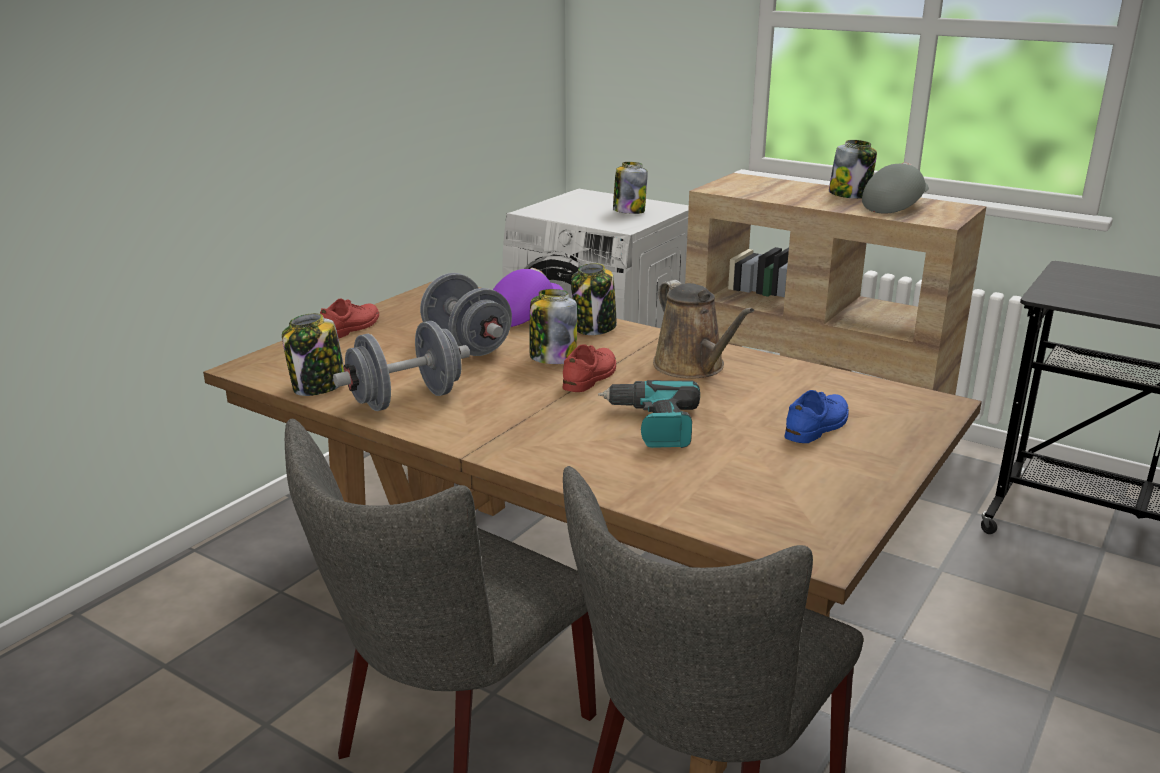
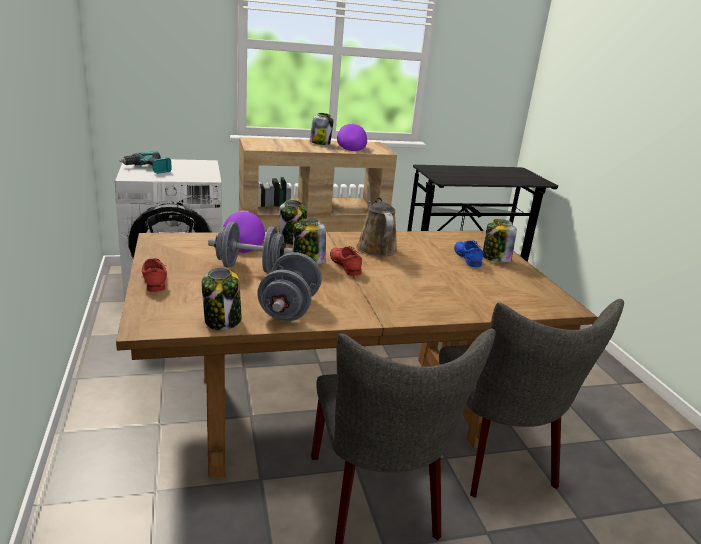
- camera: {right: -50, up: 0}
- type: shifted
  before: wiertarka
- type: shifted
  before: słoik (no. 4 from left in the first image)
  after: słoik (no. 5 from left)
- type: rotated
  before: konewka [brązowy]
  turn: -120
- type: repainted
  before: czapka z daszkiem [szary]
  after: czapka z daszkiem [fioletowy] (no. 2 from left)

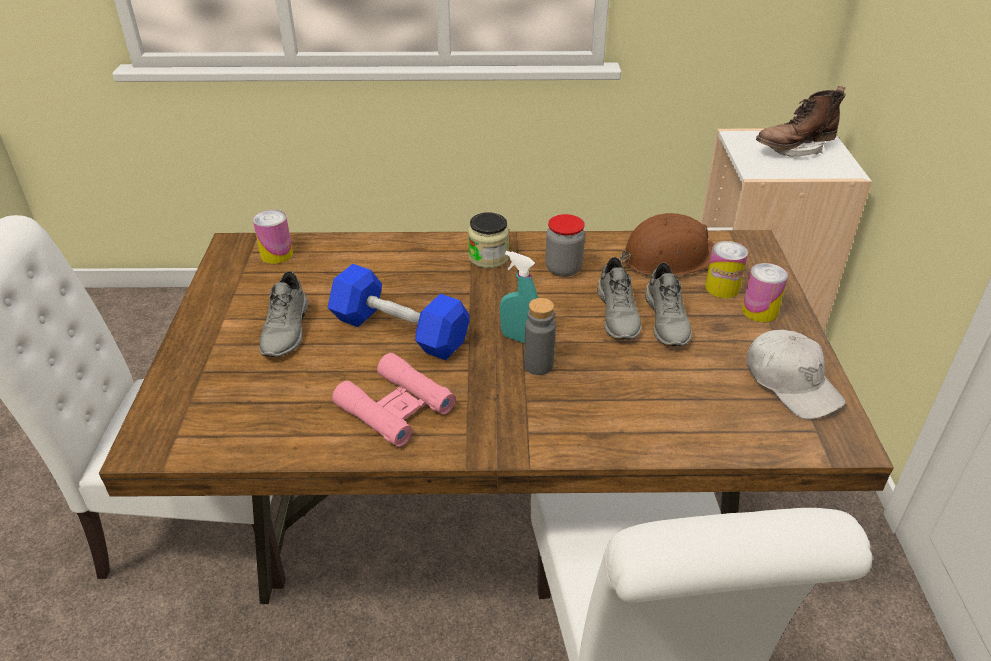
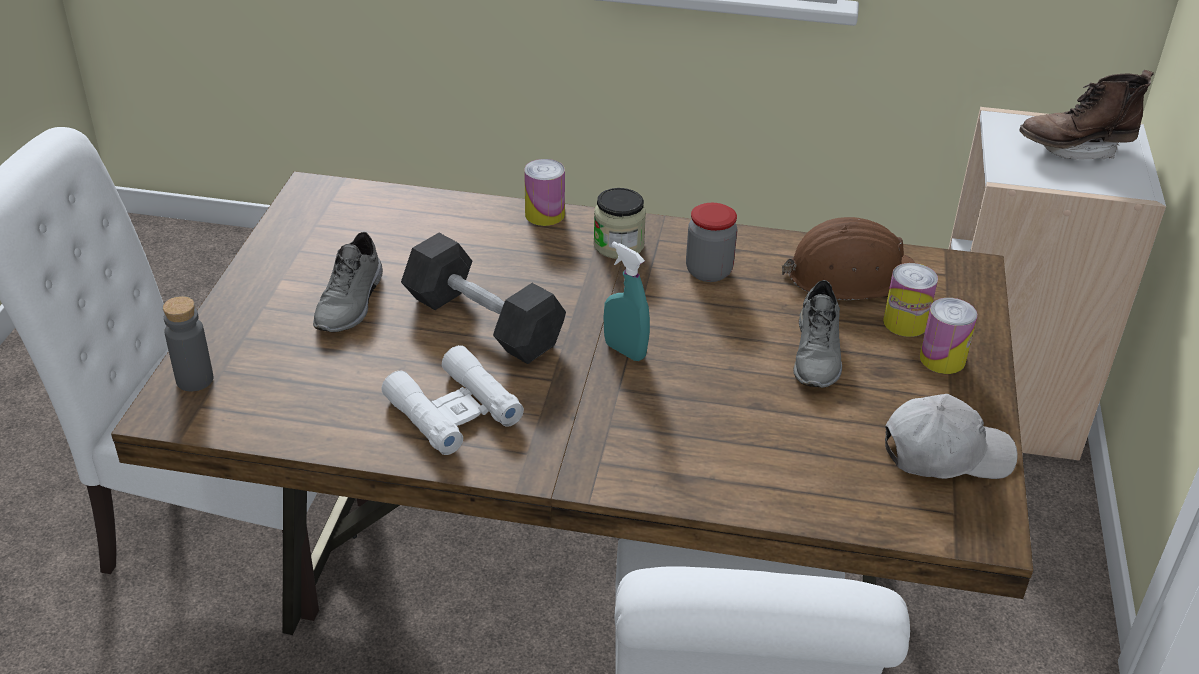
- camera: {right: 10, up: 0}
- type: shifted
  before: puszka (no. 1 from left)
- type: repainted
  before: hantel [niebieski]
  after: hantel [czarny]
- type: repainted
  before: lornetka [różowy]
  after: lornetka [biały]
- type: shifted
  before: butelka [szary]
- type: gone
  before: but [szary] (no. 2 from left)
- type: rotated
  before: czapka z daszkiem [biały]
  turn: -75

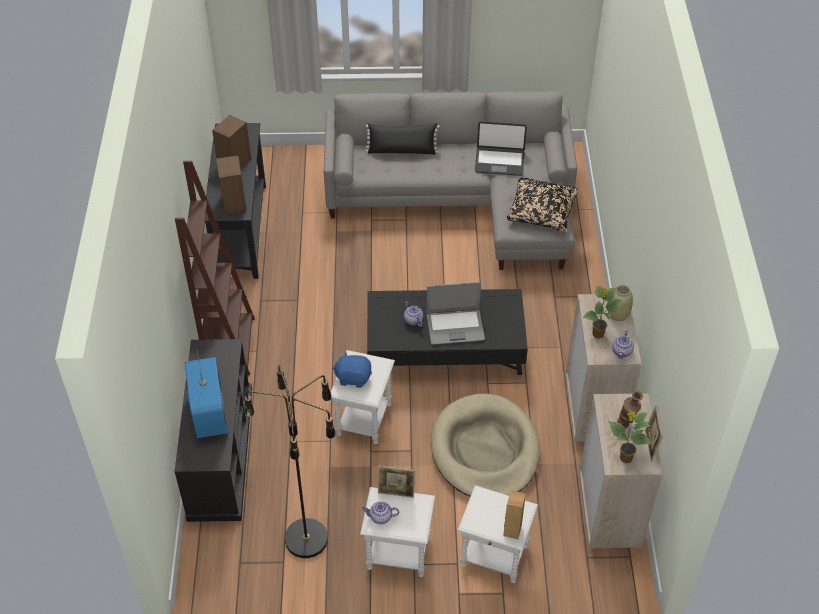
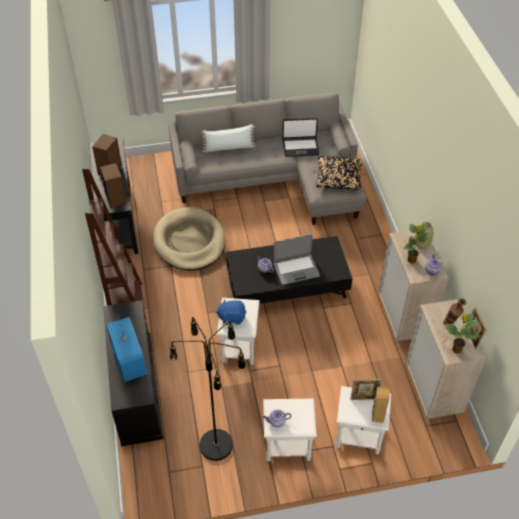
- camera: {right: -10, up: 0}
- type: repainted
  before: poduszka [czarny] (no. 1 from left)
  after: poduszka [biały]
- type: shifted
  before: ramka na zdjęcie (no. 1 from left)
- type: shifted
  before: legowisko [beżowy]

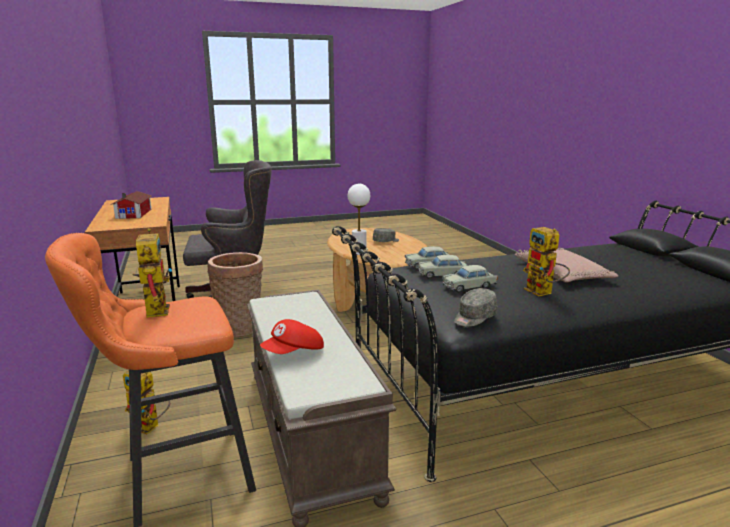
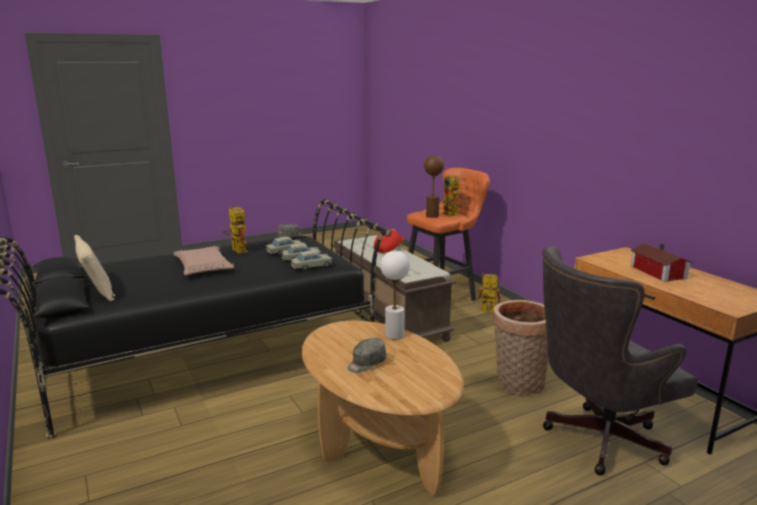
- camera: {right: 170, up: 0}
- type: new
  after: poduszka [beżowy] (no. 1 from left)
- type: new
  after: lampa stołowa [brązowy]

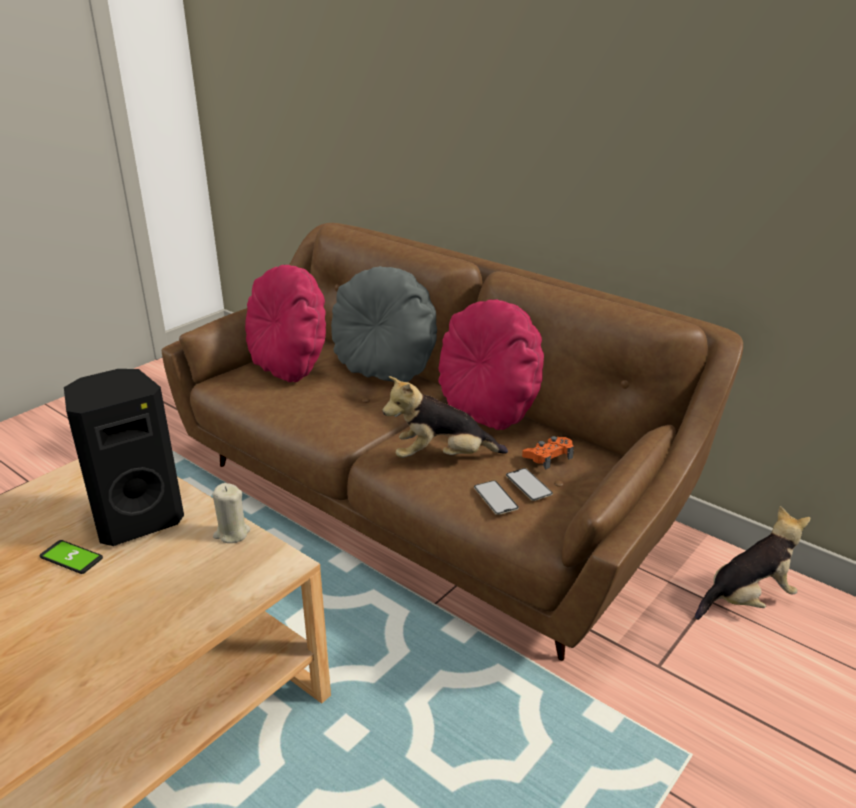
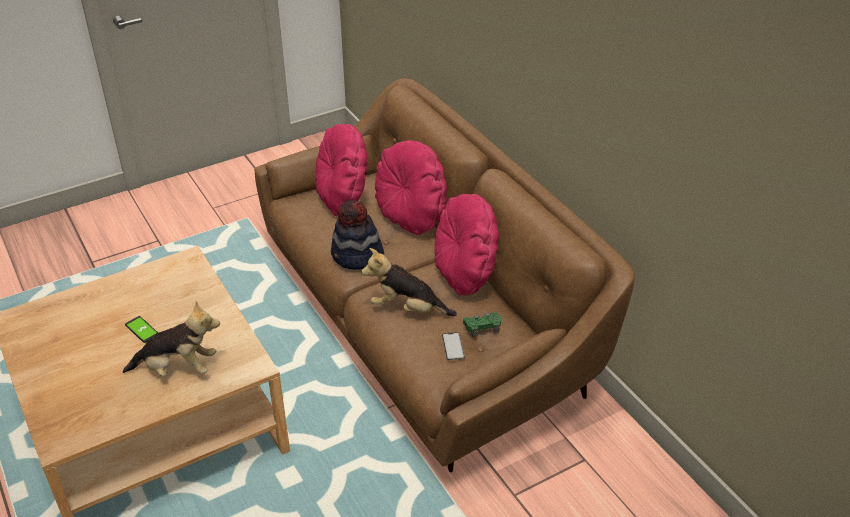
- camera: {right: 20, up: 10}
- type: gone
  before: głośnik [czarny]
- type: gone
  before: świeca [beżowy]
- type: repainted
  before: poduszka [szary]
  after: poduszka [różowy] (no. 2 from left)
- type: gone
  before: telefon (no. 2 from left)
- type: repainted
  before: pad do gier [pomarańczowy]
  after: pad do gier [zielony]
- type: shifted
  before: pluszak (no. 2 from left in the first image)
  after: pluszak (no. 1 from left)
- type: new
  after: kapelusz

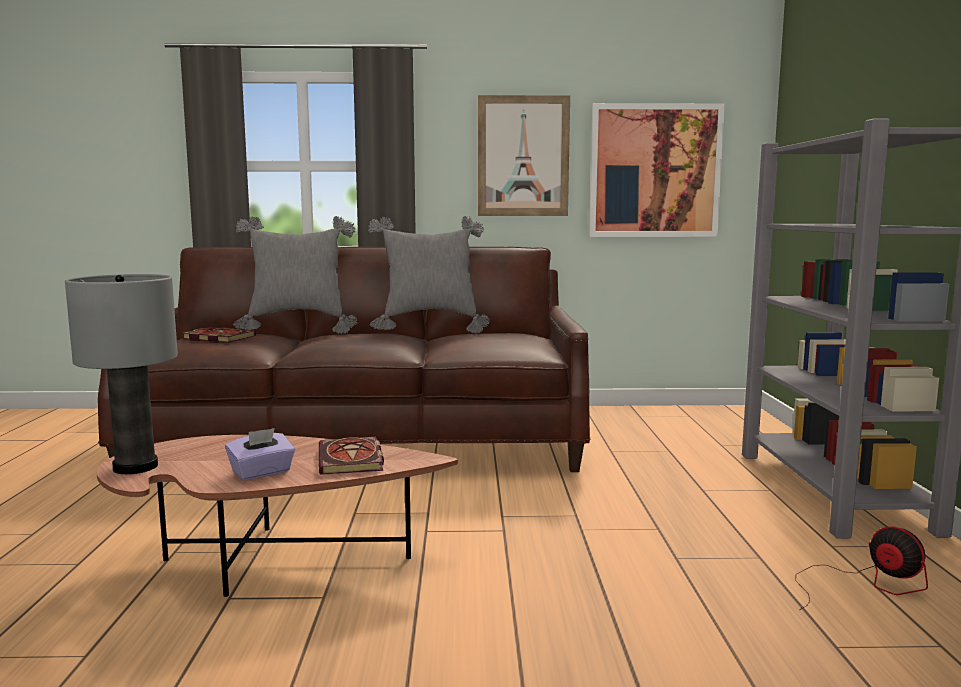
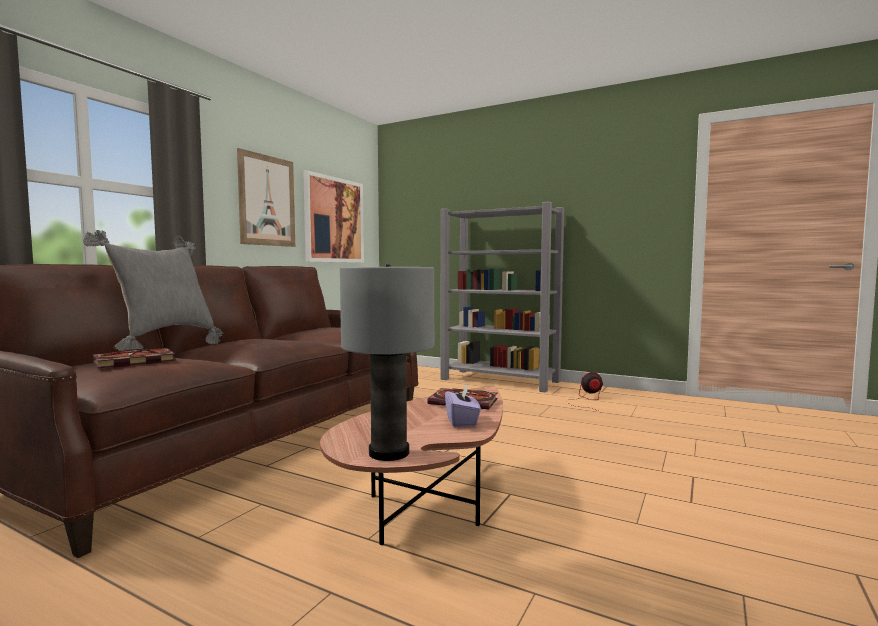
- camera: {right: -60, up: -5}
- type: gone
  before: poduszka [szary] (no. 2 from left)

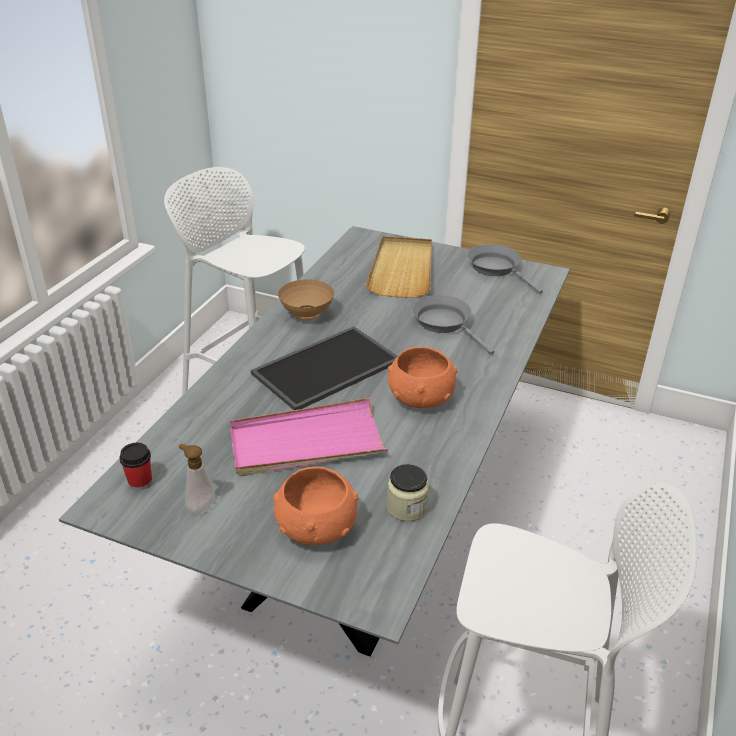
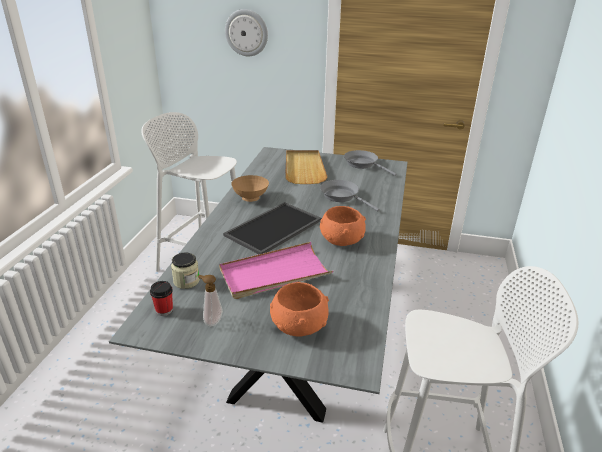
- camera: {right: -10, up: -5}
- type: shifted
  before: słoik
- type: new
  after: zegar ścienny

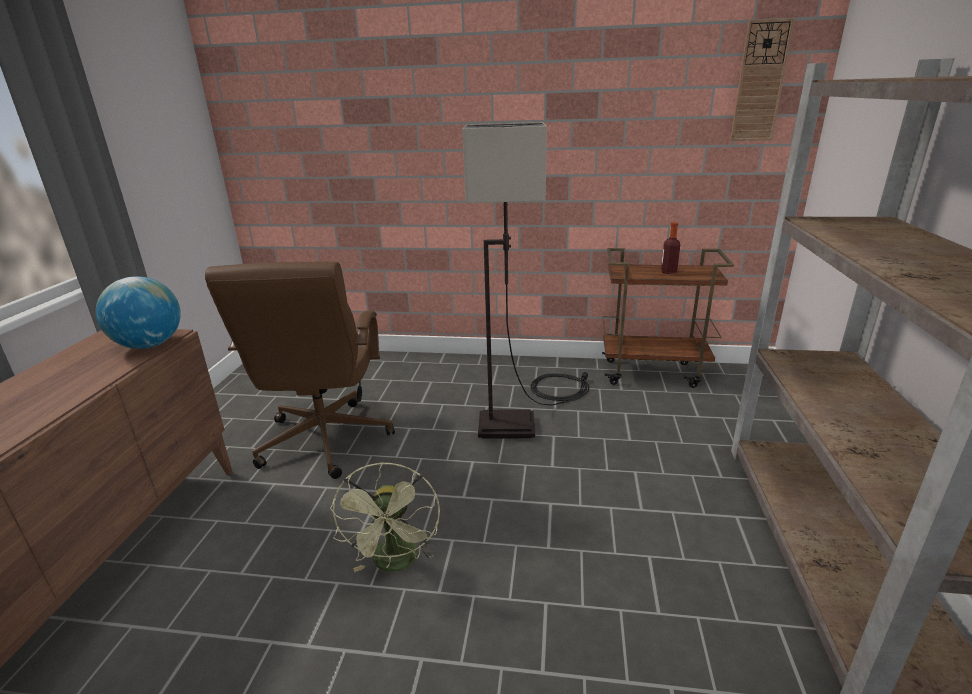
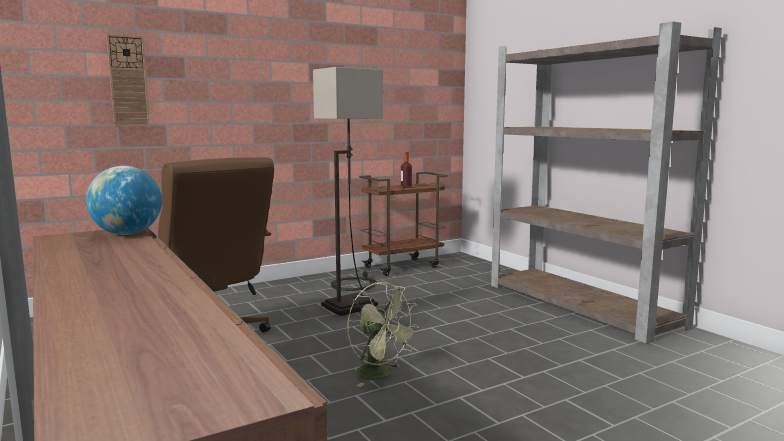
- camera: {right: -40, up: -15}
- type: shifted
  before: zegar ścienny

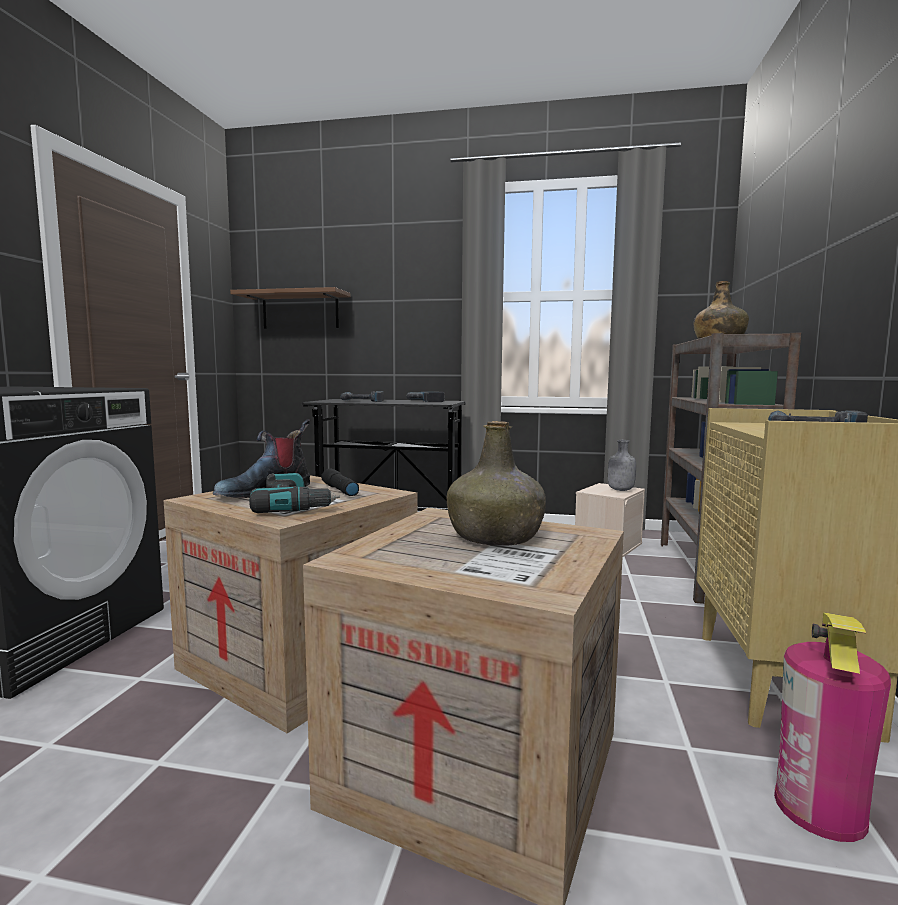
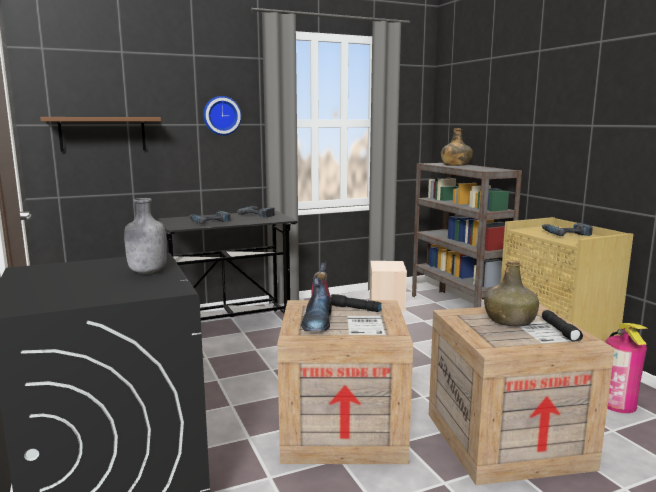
- camera: {right: -35, up: 5}
- type: gone
  before: wiertarka (no. 1 from left)
- type: shifted
  before: butelka [szary]
- type: new
  after: zegar ścienny
- type: new
  after: latarka [czarny] (no. 2 from left)

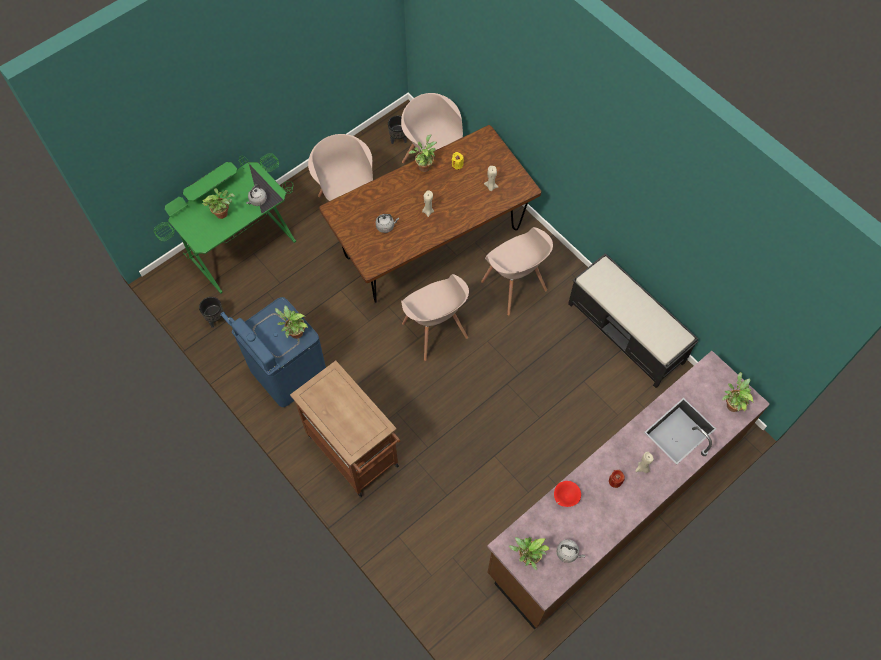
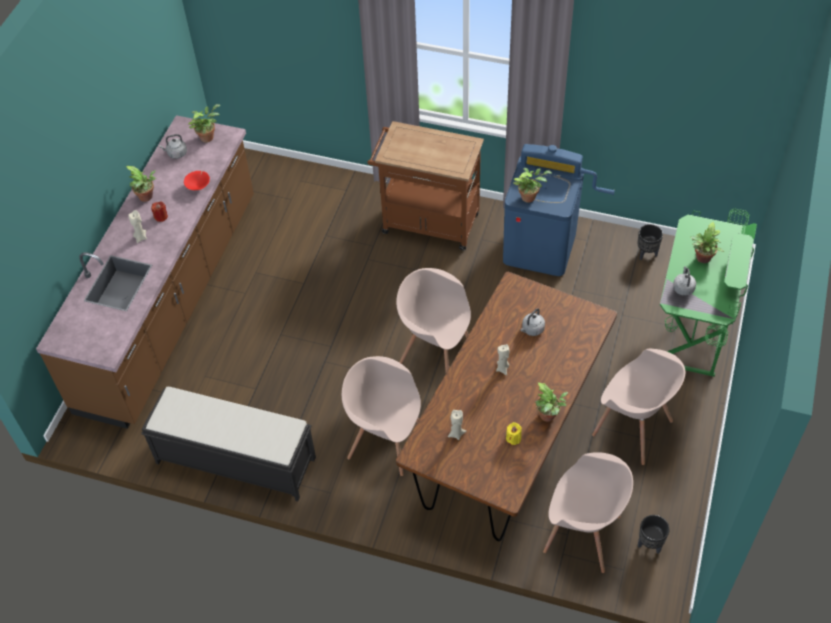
- camera: {right: 150, up: -10}
- type: shifted
  before: roślina doniczkowa (no. 5 from left in the first image)
  after: roślina doniczkowa (no. 1 from left)

